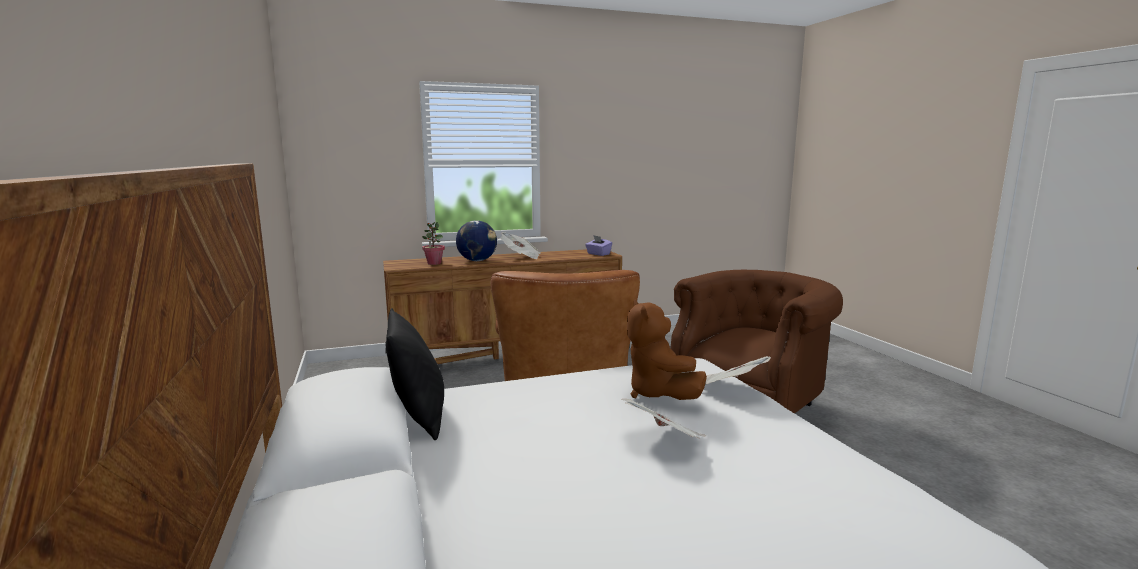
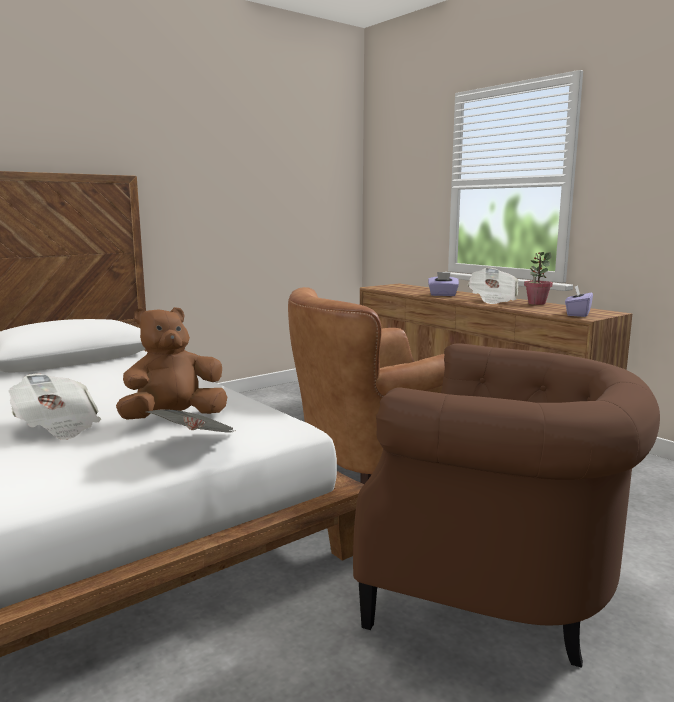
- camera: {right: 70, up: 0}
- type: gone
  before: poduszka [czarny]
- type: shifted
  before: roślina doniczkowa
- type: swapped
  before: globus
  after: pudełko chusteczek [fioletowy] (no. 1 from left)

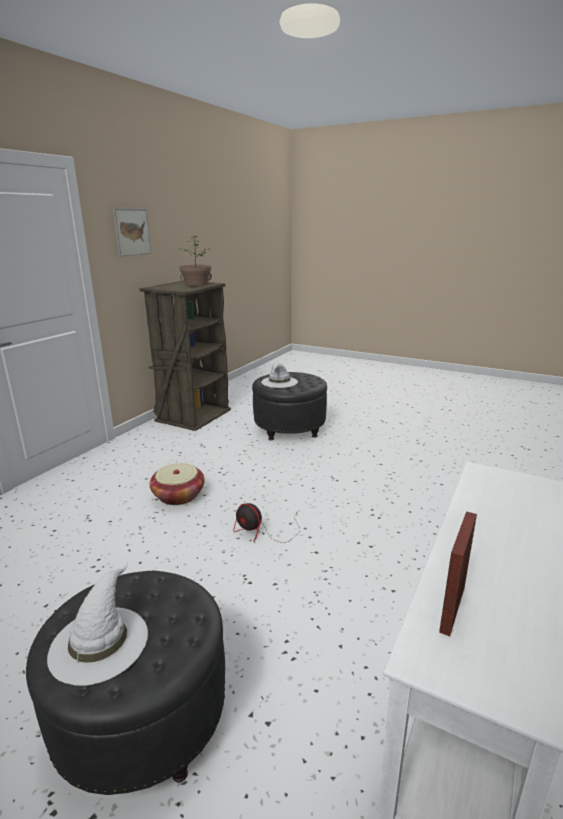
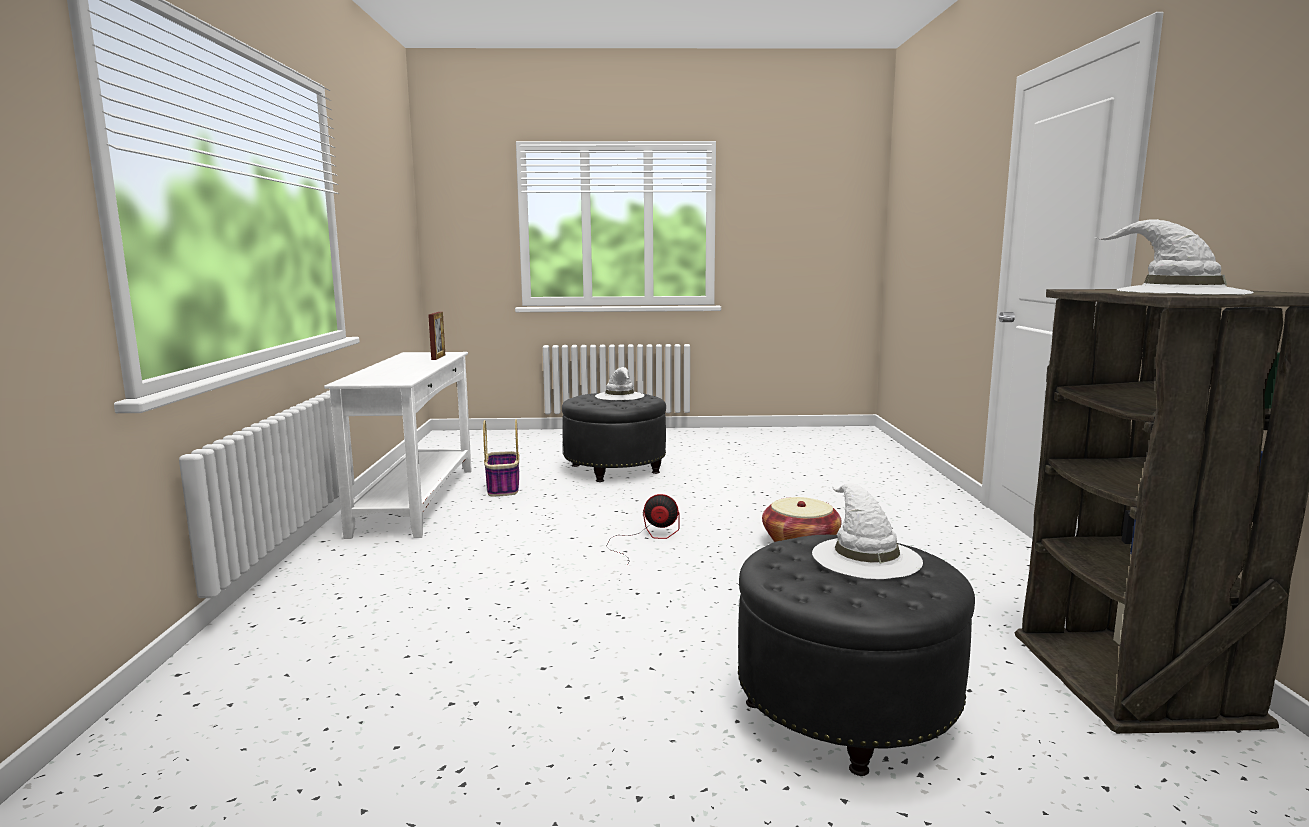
- camera: {right: 150, up: -10}
- type: gone
  before: obraz
- type: swapped
  before: roślina doniczkowa
  after: kapelusz [biały] (no. 3 from left)
- type: new
  after: koszyk (no. 1 from left)

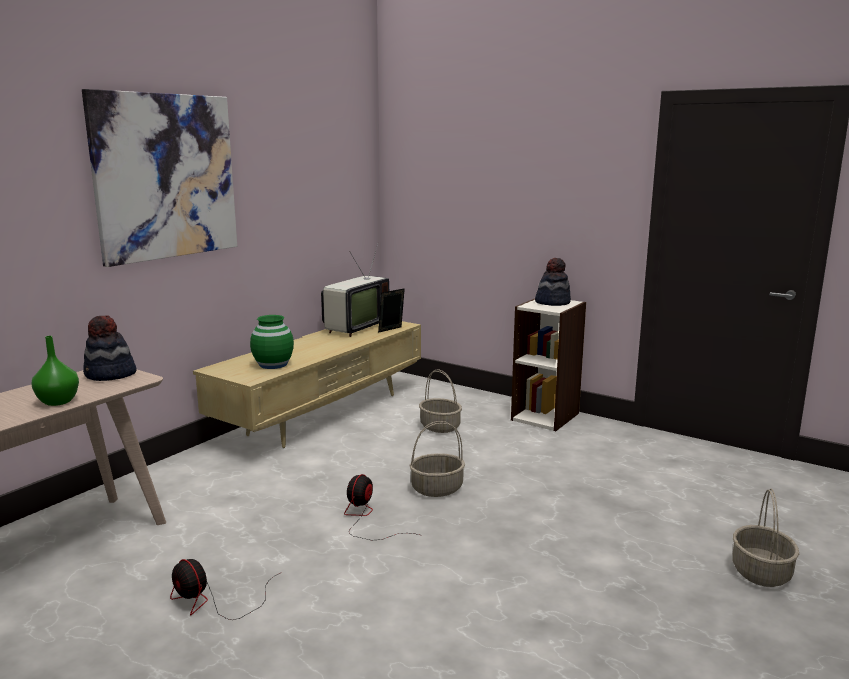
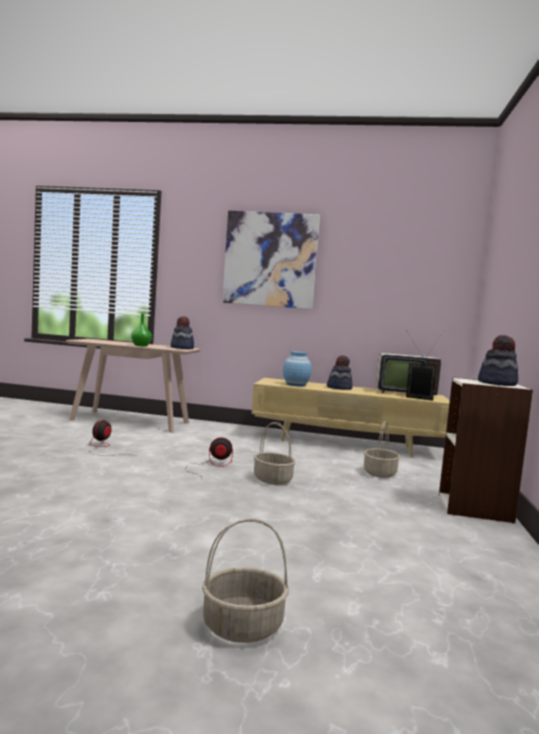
- camera: {right: 65, up: -10}
- type: repainted
  before: wazon [zielony] (no. 2 from left)
  after: wazon [niebieski]
- type: new
  after: kapelusz (no. 2 from left)

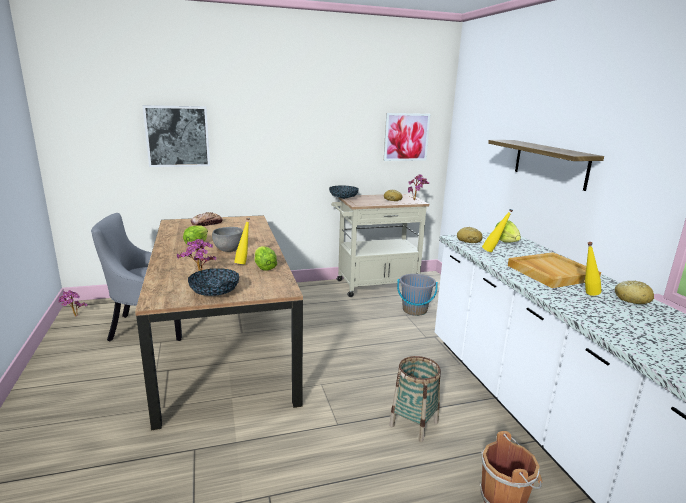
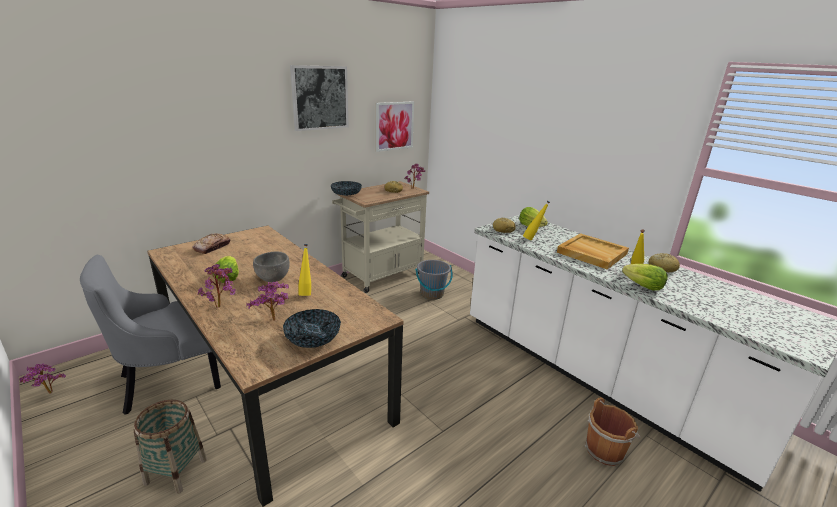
- camera: {right: -25, up: 5}
- type: shifted
  before: obraz (no. 1 from left)
- type: shifted
  before: sałata (no. 2 from left in the first image)
  after: sałata (no. 3 from left)
- type: shifted
  before: koszyk
- type: gone
  before: półka
- type: new
  after: roślina doniczkowa (no. 2 from left)

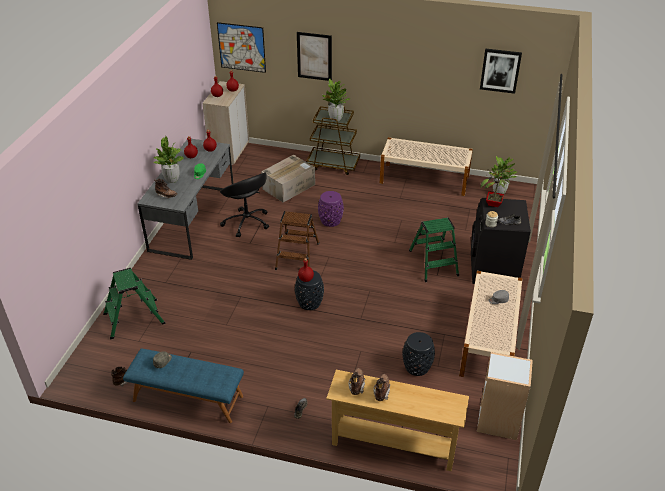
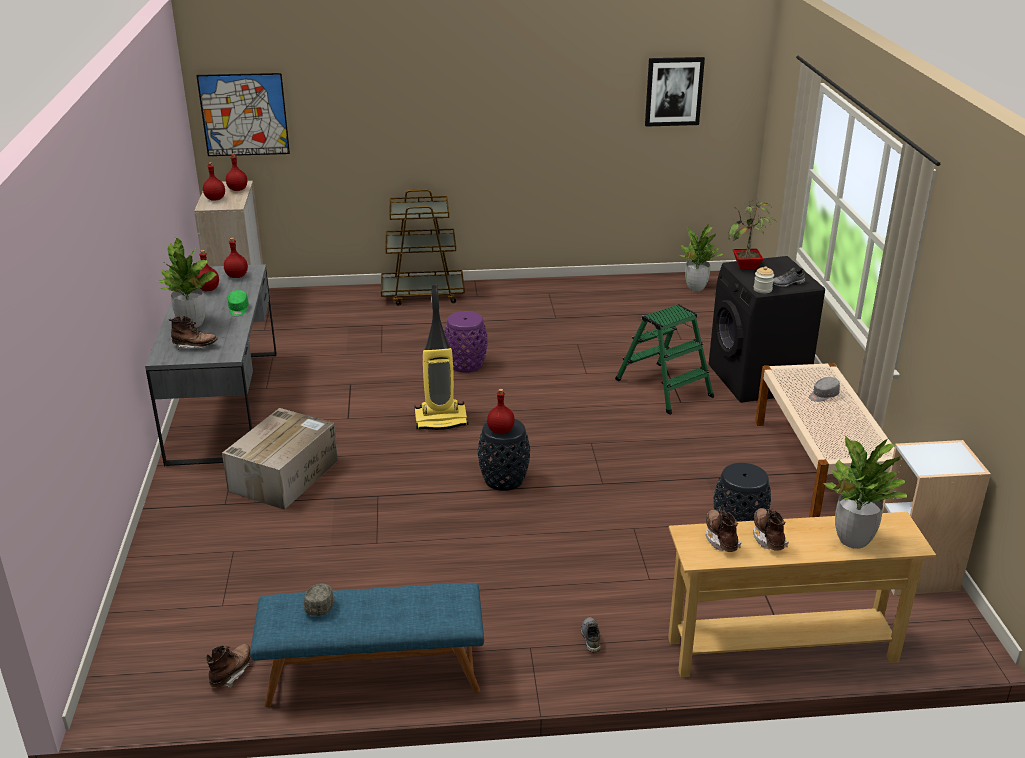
- camera: {right: -20, up: -10}
- type: gone
  before: drabinka [zielony] (no. 1 from left)
- type: gone
  before: krzesło biurowe [czarny]
- type: shifted
  before: karton
- type: swapped
  before: drabinka [brązowy]
  after: odkurzacz
- type: gone
  before: obraz (no. 2 from left)
- type: shifted
  before: roślina doniczkowa (no. 2 from left in the first image)
  after: roślina doniczkowa (no. 4 from left)
- type: gone
  before: ławka [beżowy] (no. 1 from left)

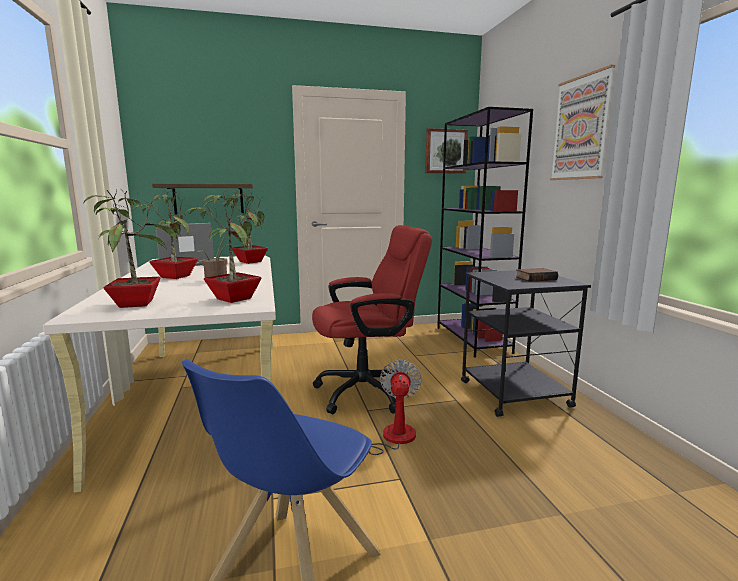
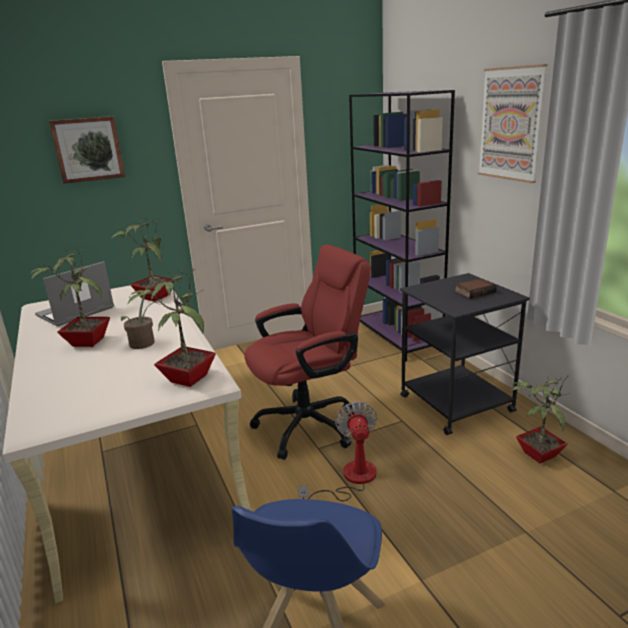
- camera: {right: -10, up: 10}
- type: shifted
  before: roślina doniczkowa (no. 1 from left in the first image)
  after: roślina doniczkowa (no. 5 from left)
- type: gone
  before: półka
- type: shifted
  before: obraz (no. 1 from left)

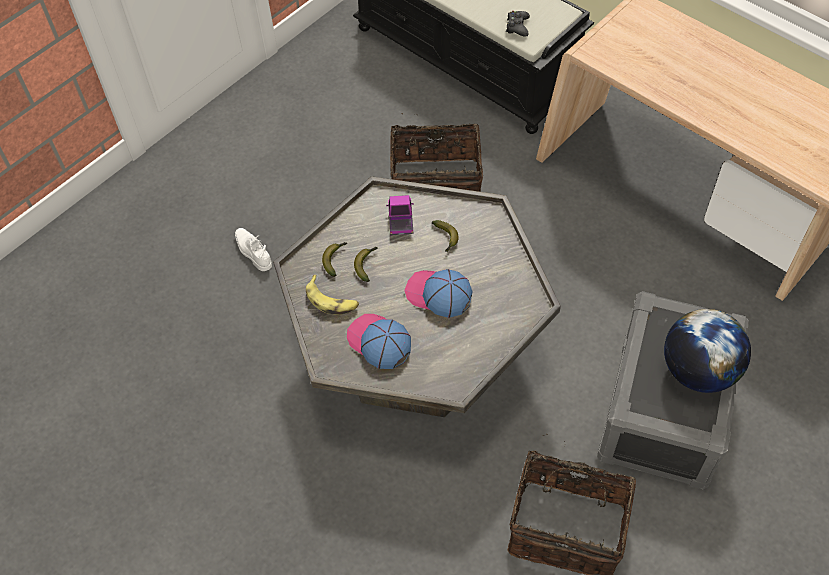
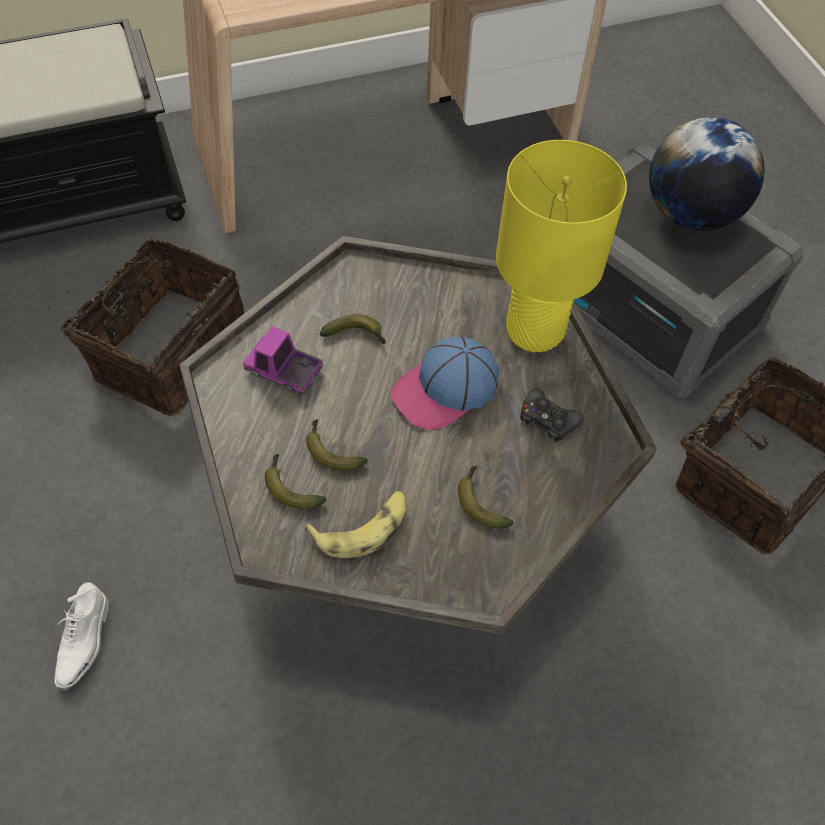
- camera: {right: -65, up: 0}
- type: rotated
  before: but [biały]
  turn: -75
- type: swapped
  before: czapka z daszkiem (no. 1 from left)
  after: banan (no. 5 from left)
- type: shifted
  before: pad do gier [czarny]
- type: new
  after: lampa stołowa [żółty]

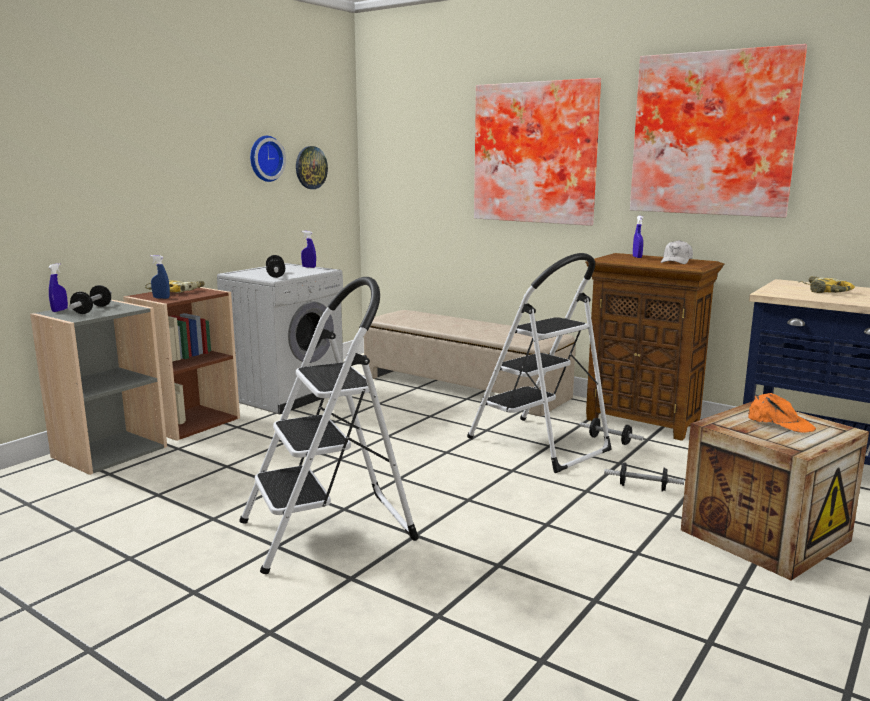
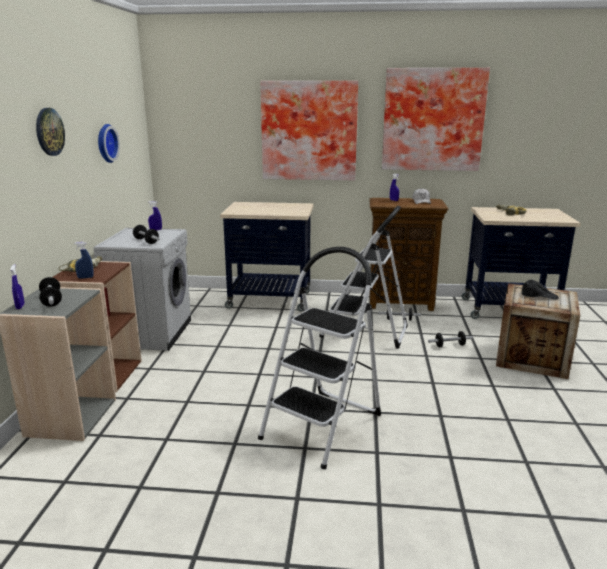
- camera: {right: -30, up: 5}
- type: shifted
  before: zegar ścienny (no. 2 from left in the first image)
  after: zegar ścienny (no. 1 from left)
- type: swapped
  before: ławka [beżowy]
  after: wózek [niebieski] (no. 1 from left)
- type: repainted
  before: czapka z daszkiem [pomarańczowy]
  after: czapka z daszkiem [czarny]

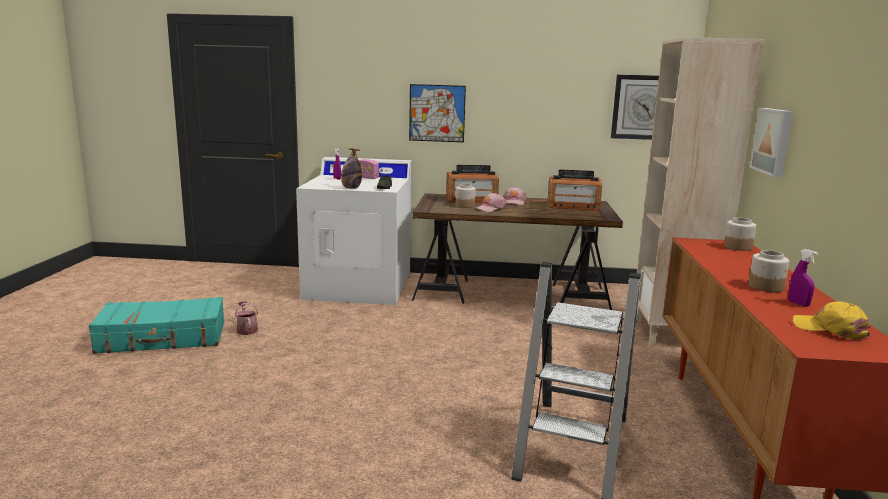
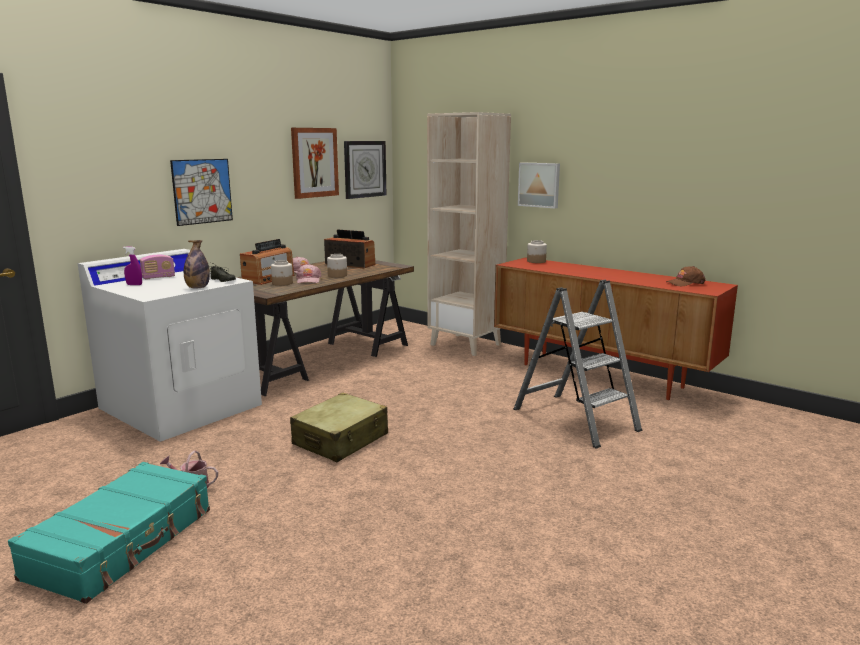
- camera: {right: -55, up: 0}
- type: rotated
  before: radio (no. 3 from left)
  turn: -105
- type: shifted
  before: słoik (no. 3 from left in the first image)
  after: słoik (no. 2 from left)
- type: gone
  before: spryskiwacz [fioletowy] (no. 2 from left)
- type: repainted
  before: czapka z daszkiem [żółty]
  after: czapka z daszkiem [brązowy]
- type: new
  after: walizka [beżowy]
- type: new
  after: obraz (no. 2 from left)

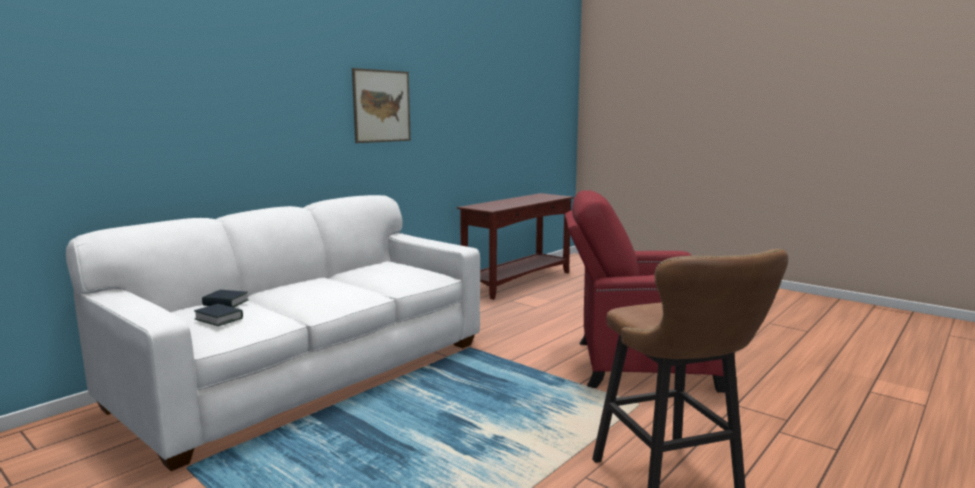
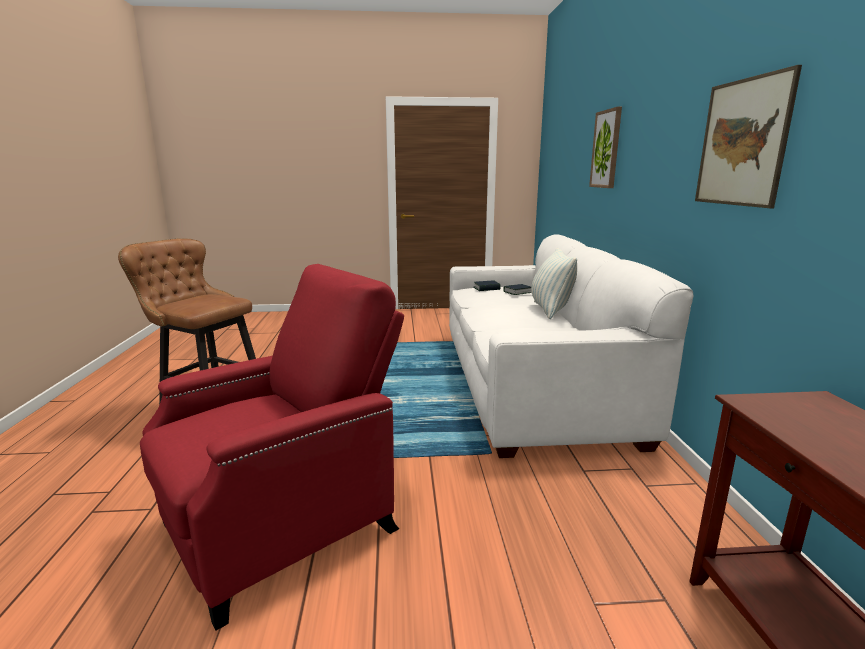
- camera: {right: 135, up: 5}
- type: new
  after: poduszka
- type: new
  after: obraz (no. 1 from left)

